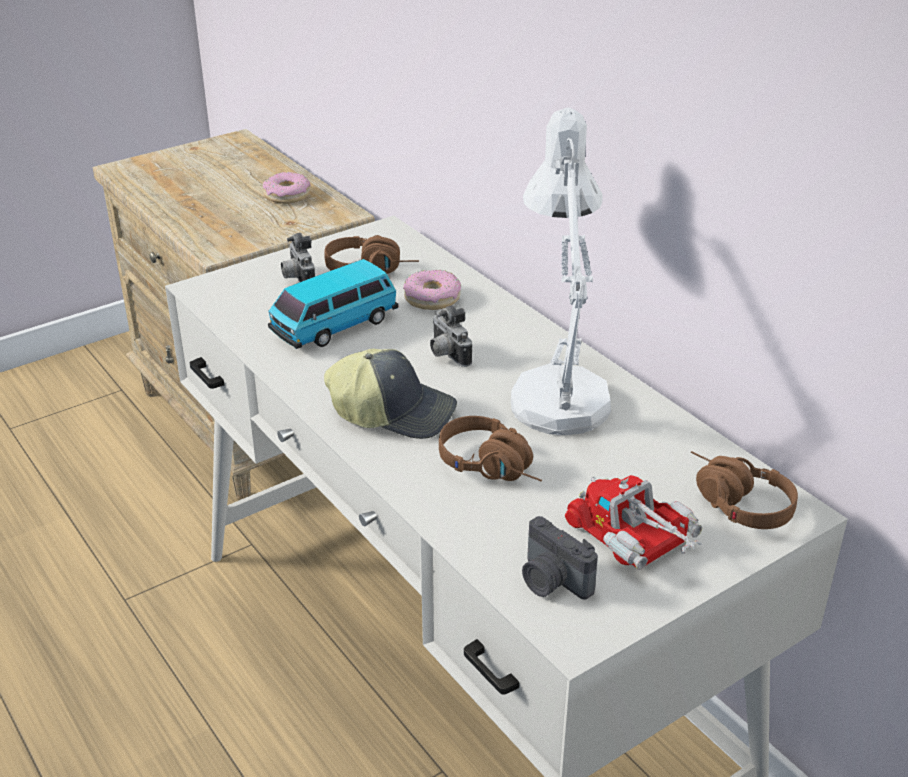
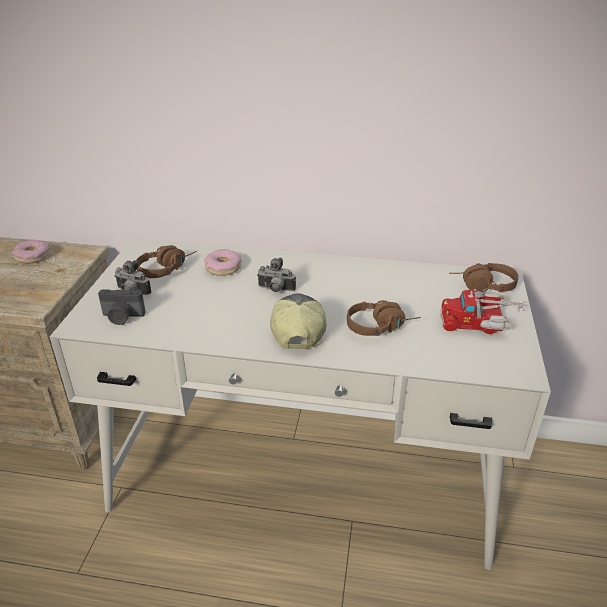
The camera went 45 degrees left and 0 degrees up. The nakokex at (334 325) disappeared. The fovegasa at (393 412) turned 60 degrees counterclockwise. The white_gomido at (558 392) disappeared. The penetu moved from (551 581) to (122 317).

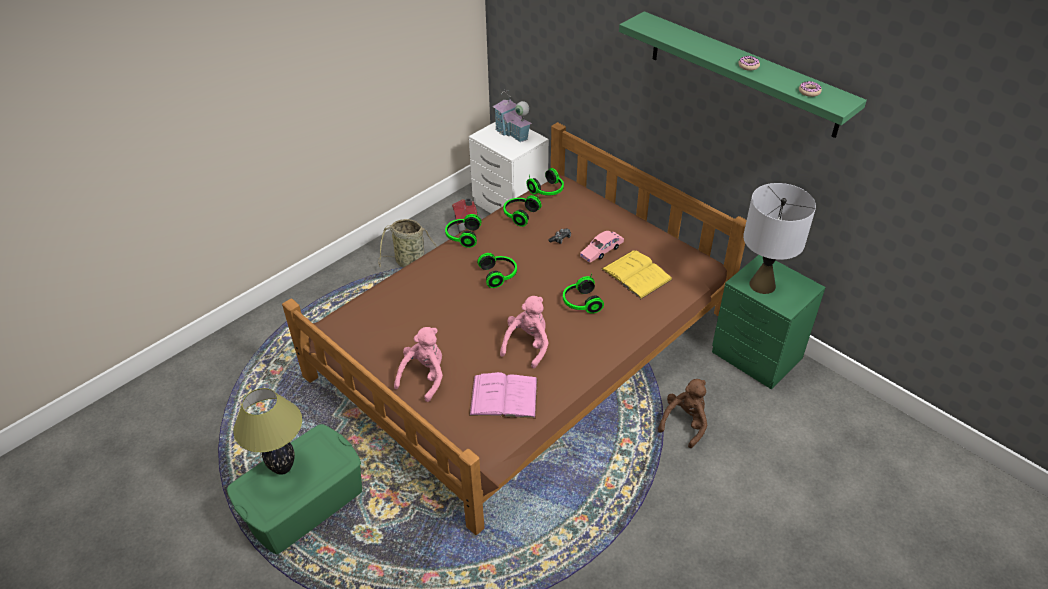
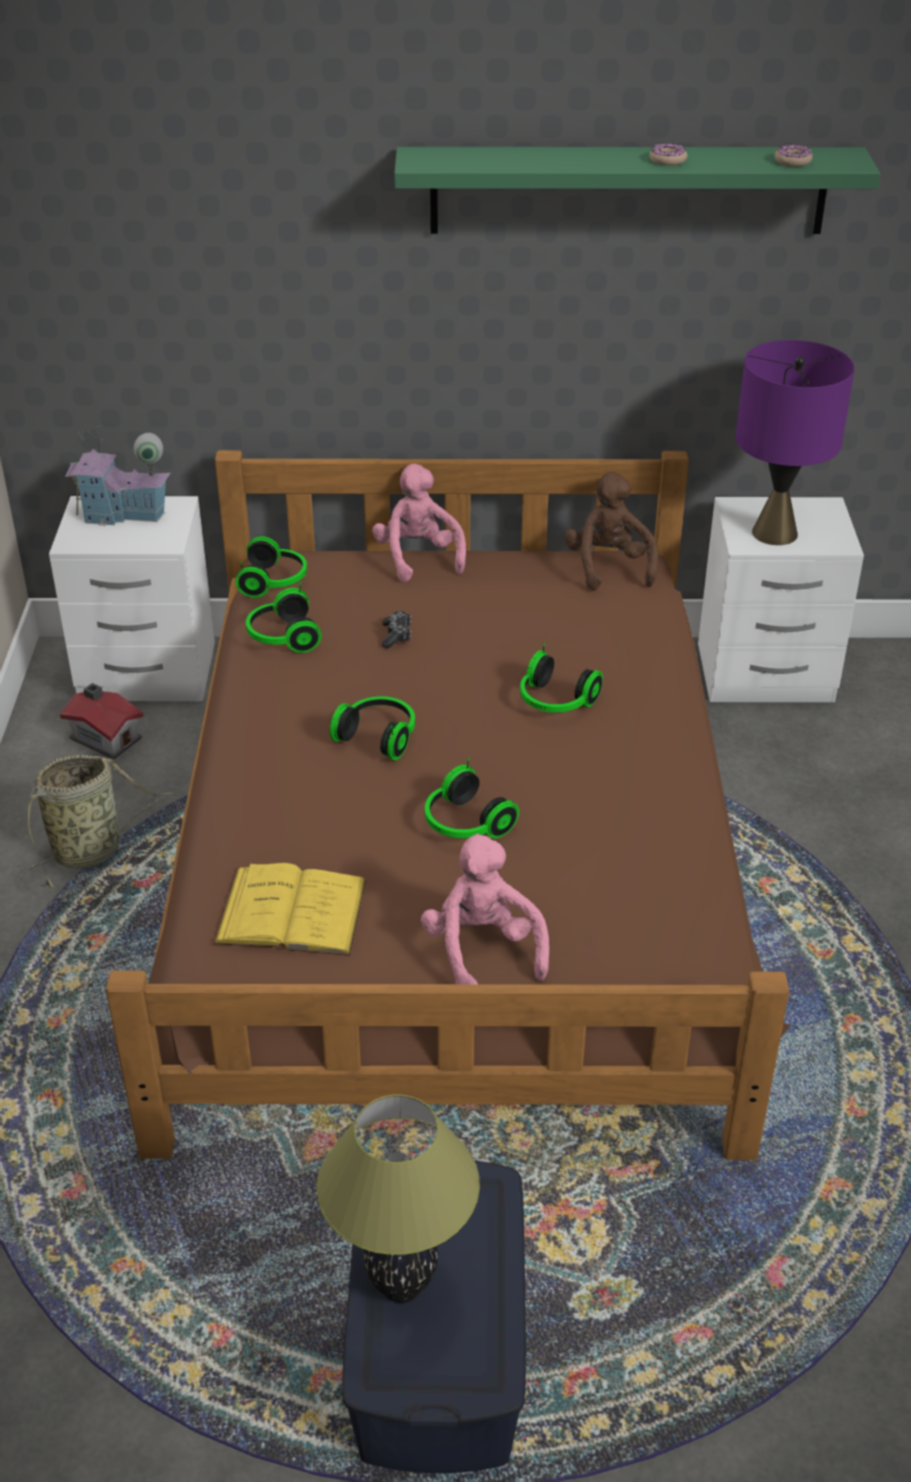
The camera went 45 degrees left and 5 degrees down. The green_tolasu at (303 504) became the blue_tolasu at (436 1348). The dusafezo moved from (462 237) to (464 824). The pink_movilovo at (504 397) disappeared. The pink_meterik moved from (528 345) to (418 558). The pink_nakokex at (601 251) disappeared. The yellow_movilovo moved from (636 274) to (291 912). The brown_meterik moved from (685 423) to (608 567). The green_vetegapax at (757 357) became the white_vetegapax at (768 674). The grey_gomido at (762 284) became the purple_gomido at (774 533).

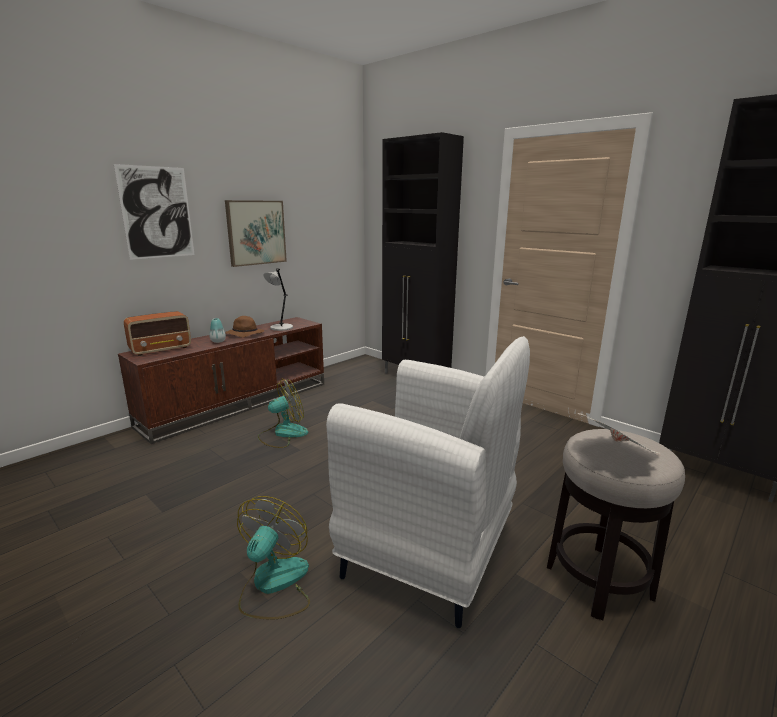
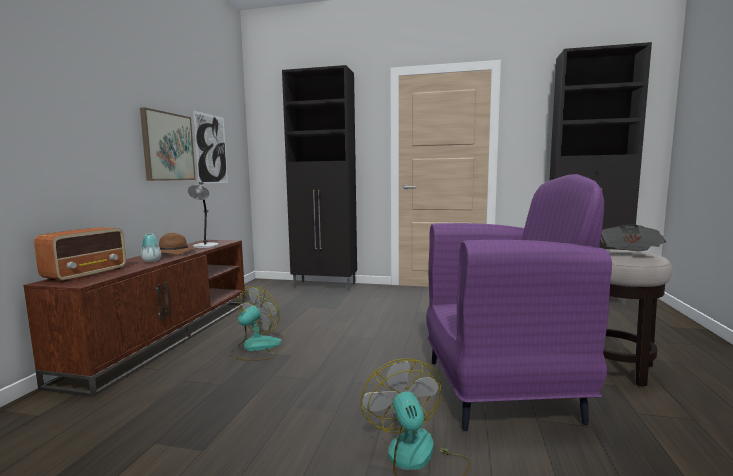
The camera went 30 degrees left and 10 degrees down. The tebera moved from (157 213) to (211 149). The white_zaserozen at (430 554) became the purple_zaserozen at (502 389).

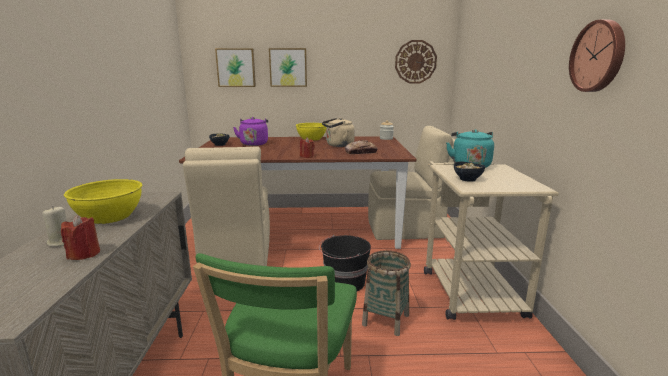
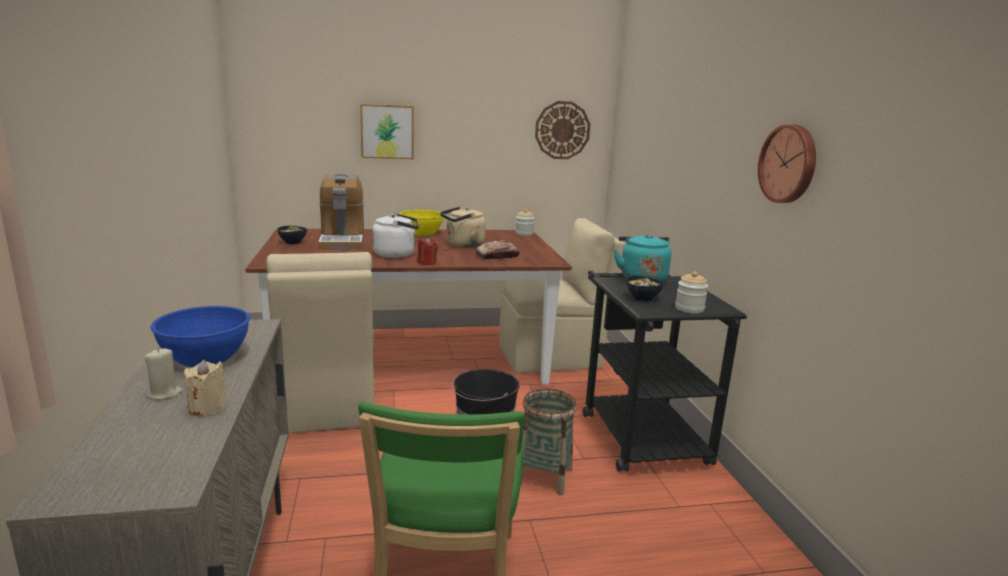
The camera went 10 degrees left and 0 degrees up. The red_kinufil at (84 254) became the beige_kinufil at (207 408). The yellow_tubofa at (109 217) became the blue_tubofa at (205 357). The tebera at (236 67) disappeared. The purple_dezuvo at (254 143) was replaced by the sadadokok at (342 241). The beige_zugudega at (468 288) became the black_zugudega at (638 432). The white_dezuvo at (397 254) appeared. The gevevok at (689 309) appeared.

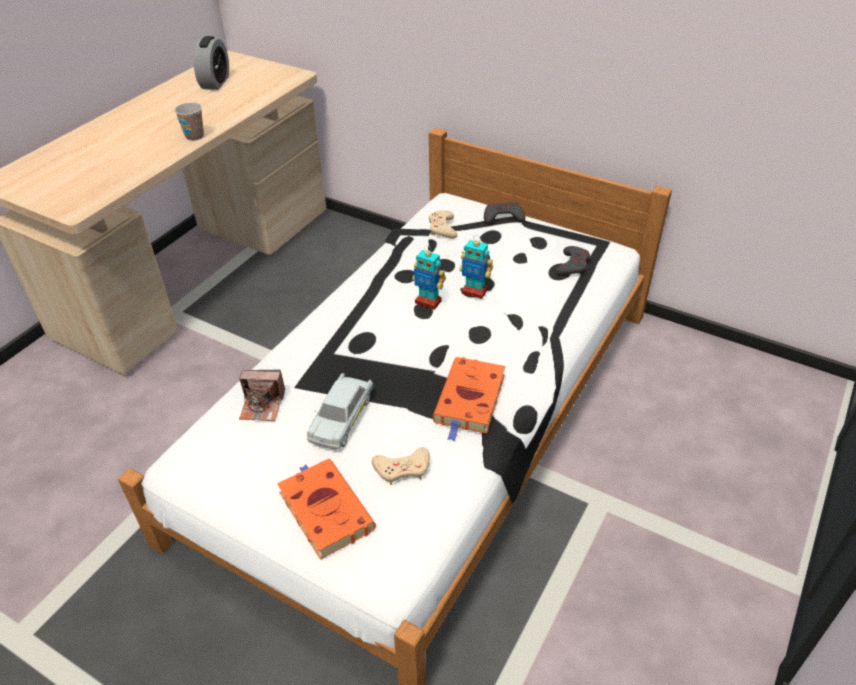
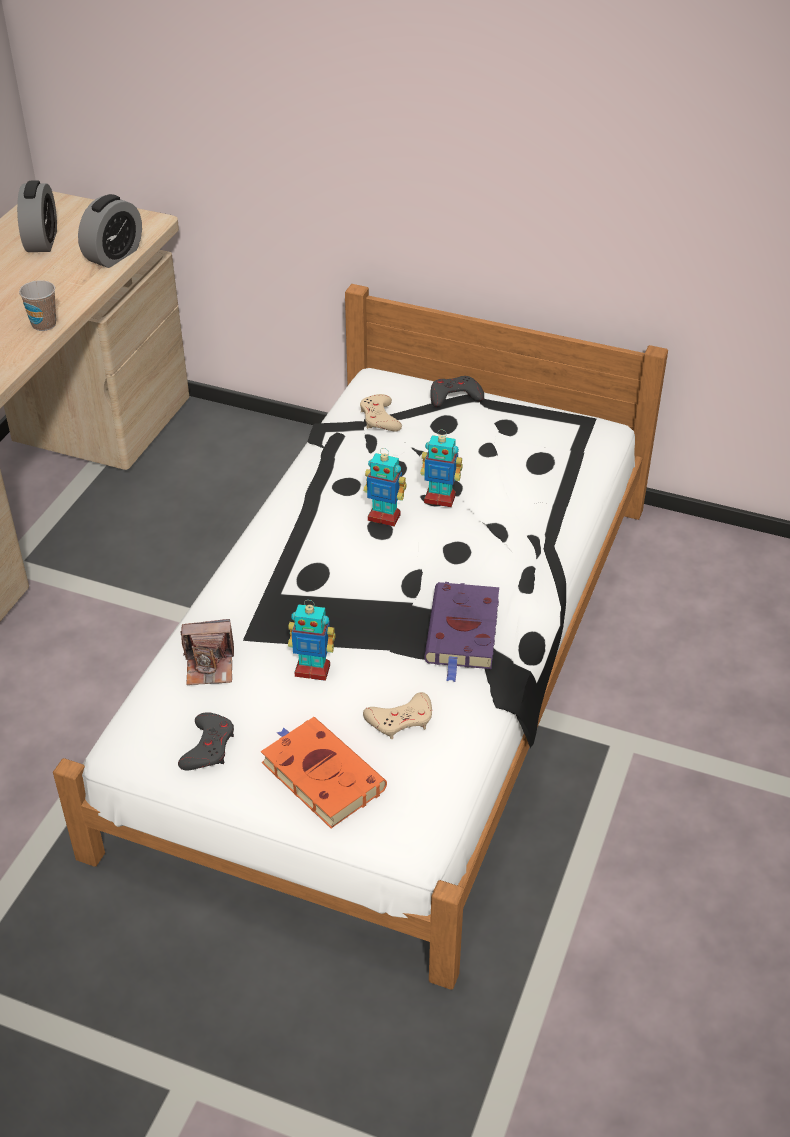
The camera went 10 degrees left and 0 degrees up. The white_nakokex at (342 418) was replaced by the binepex at (312 670). The orange_movilovo at (469 401) became the purple_movilovo at (463 633). The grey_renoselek moved from (572 265) to (208 747). The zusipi at (114 255) appeared.

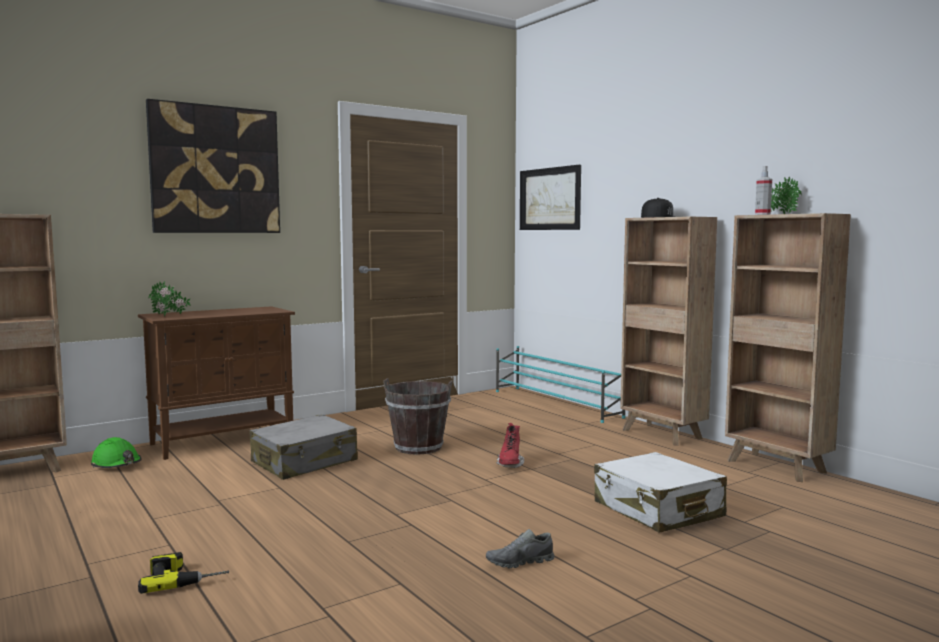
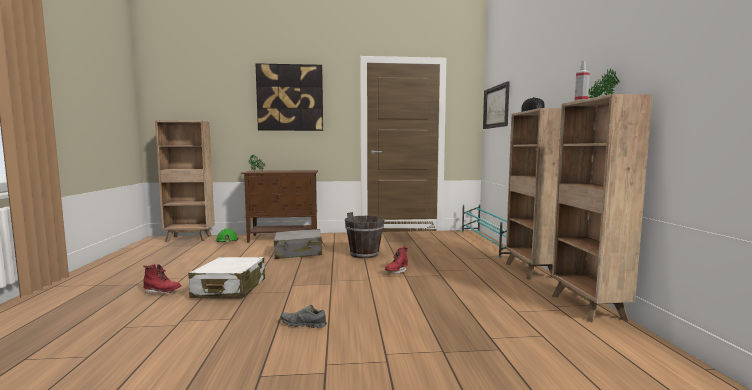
The camera went 30 degrees right and 0 degrees up. The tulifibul at (185 577) was replaced by the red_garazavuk at (162 292). The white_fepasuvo moved from (657 510) to (229 289).

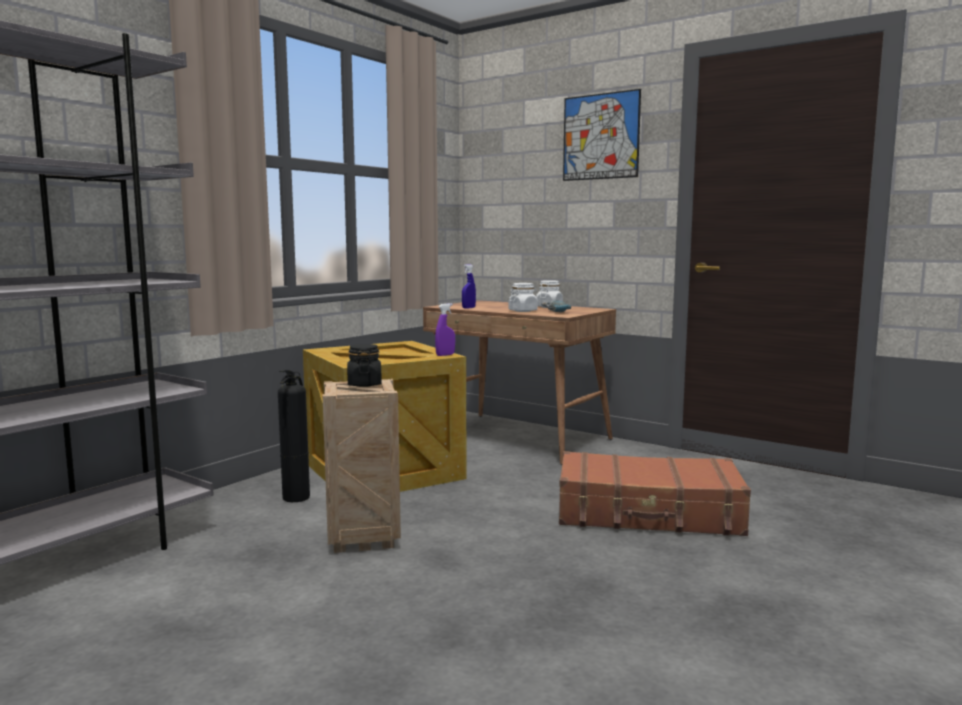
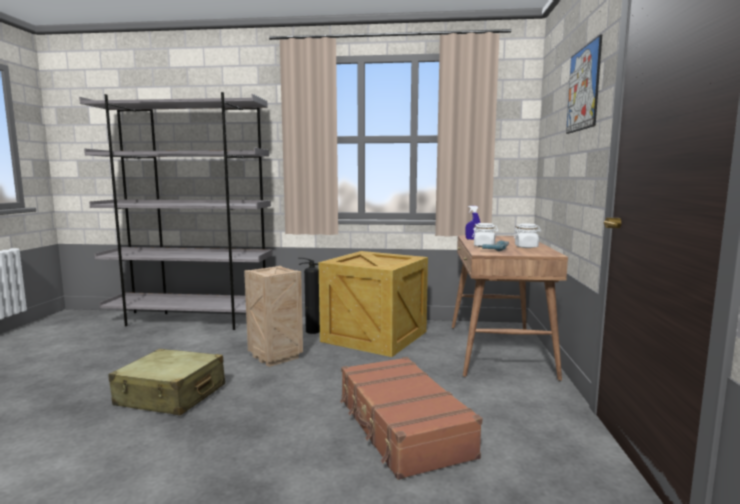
The camera went 60 degrees right and 0 degrees up. The black_gevevok at (364 384) disappeared. The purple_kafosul at (445 355) disappeared. The beige_fepasuvo at (171 396) appeared.

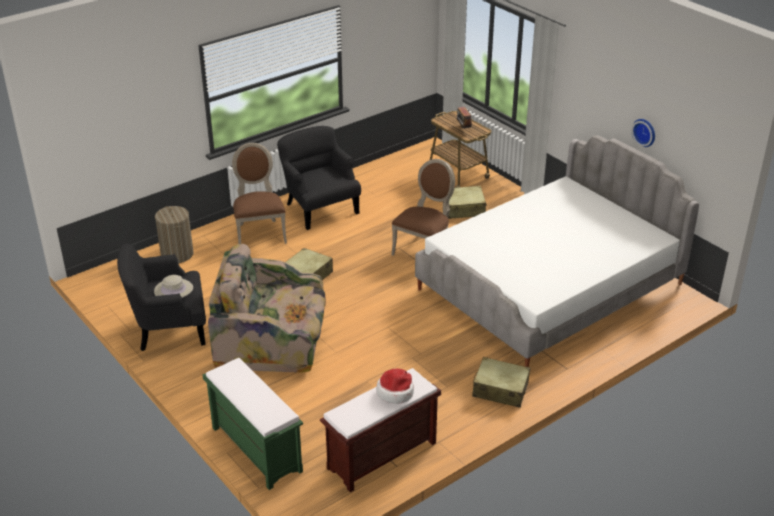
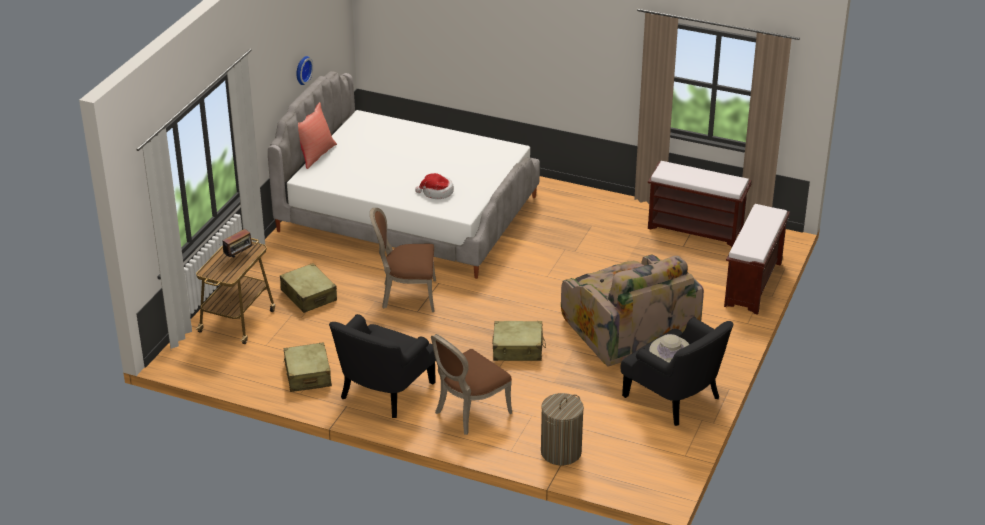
The camera went 120 degrees left and 0 degrees up. The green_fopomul at (255 449) became the brown_fopomul at (753 285). The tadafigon moved from (395 392) to (437 192). The beige_fepasuvo moved from (500 389) to (308 375). The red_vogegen at (315 155) appeared.

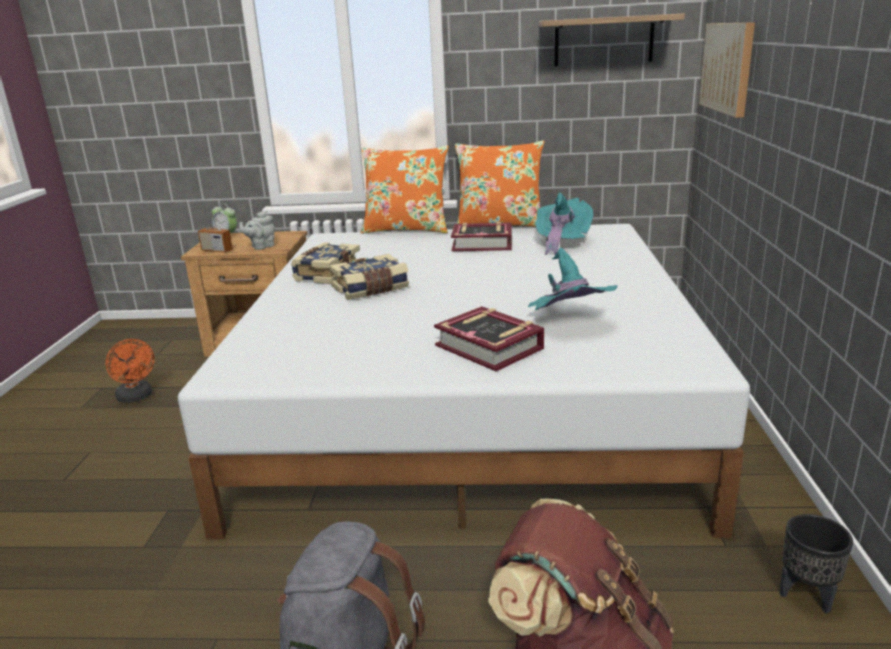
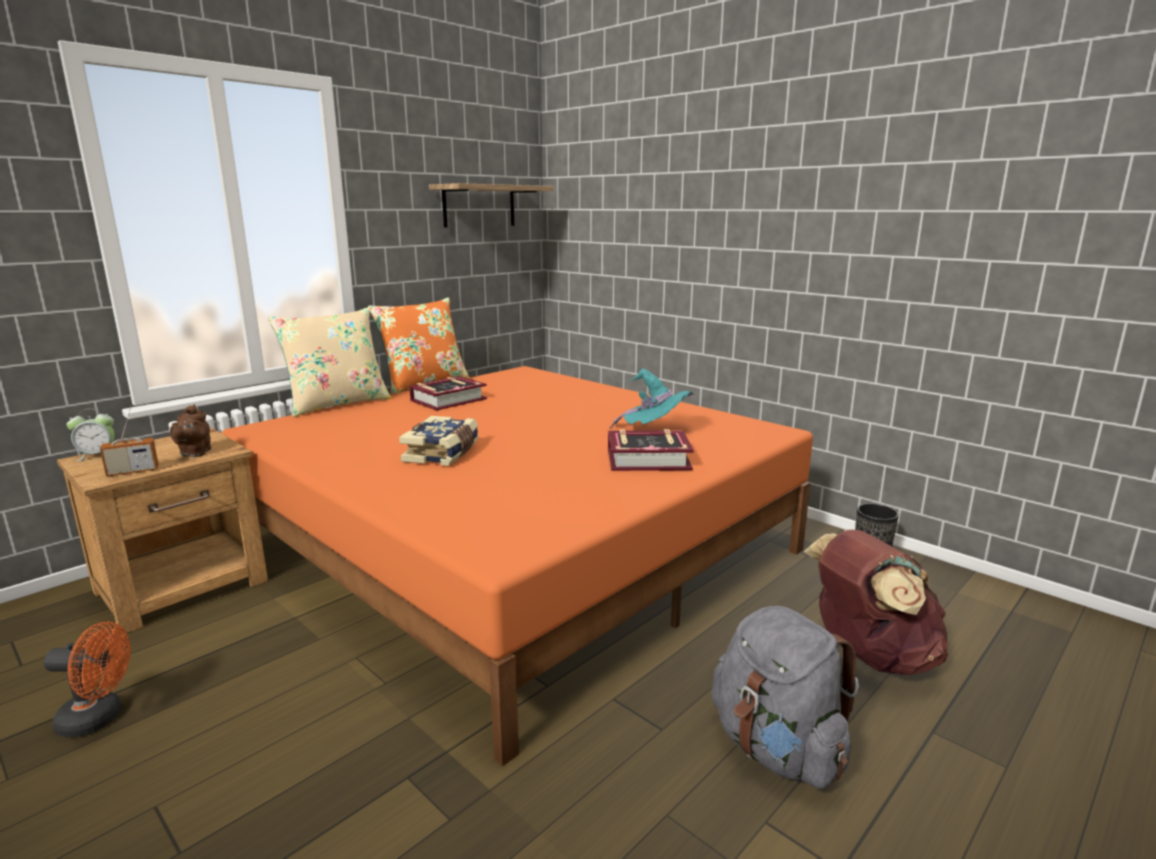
The camera went 50 degrees left and 5 degrees down. The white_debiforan at (469 400) became the orange_debiforan at (519 547). The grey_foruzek at (261 247) became the brown_foruzek at (194 453). The movilovo at (327 274) disappeared. The orange_vogegen at (406 229) became the beige_vogegen at (337 404). The turquoise_tadafigon at (561 243) disappeared. The tebera at (728 67) disappeared.

